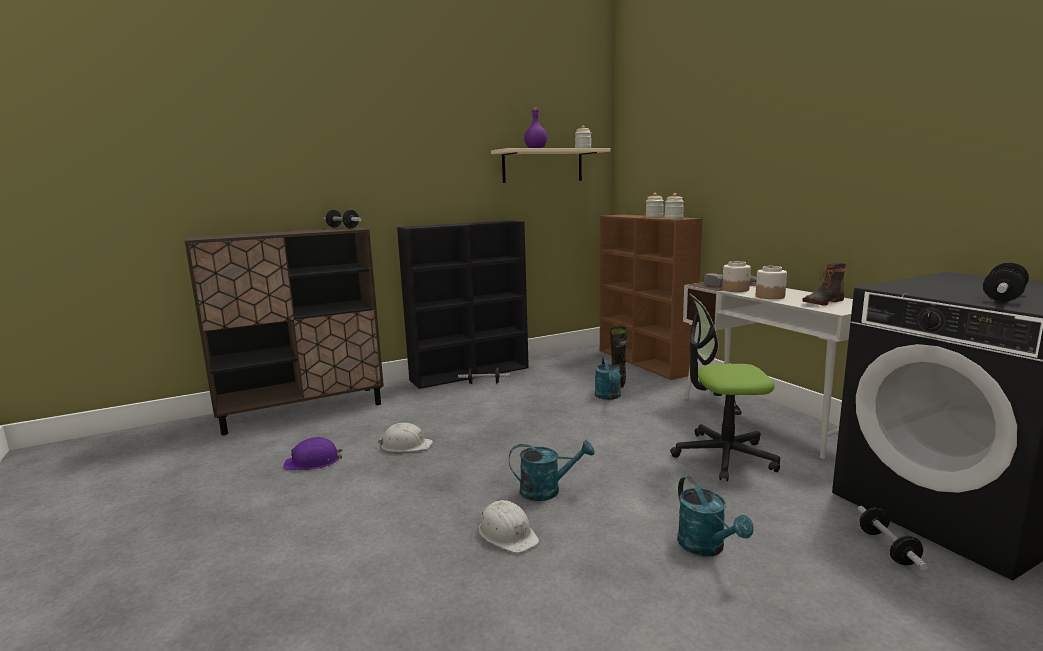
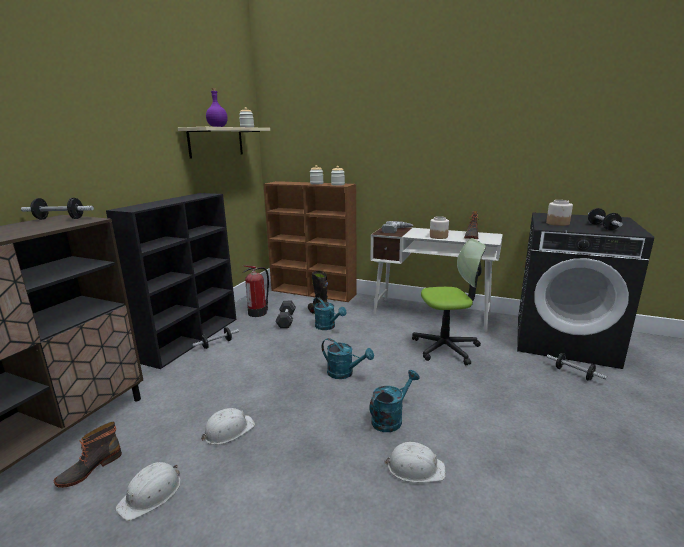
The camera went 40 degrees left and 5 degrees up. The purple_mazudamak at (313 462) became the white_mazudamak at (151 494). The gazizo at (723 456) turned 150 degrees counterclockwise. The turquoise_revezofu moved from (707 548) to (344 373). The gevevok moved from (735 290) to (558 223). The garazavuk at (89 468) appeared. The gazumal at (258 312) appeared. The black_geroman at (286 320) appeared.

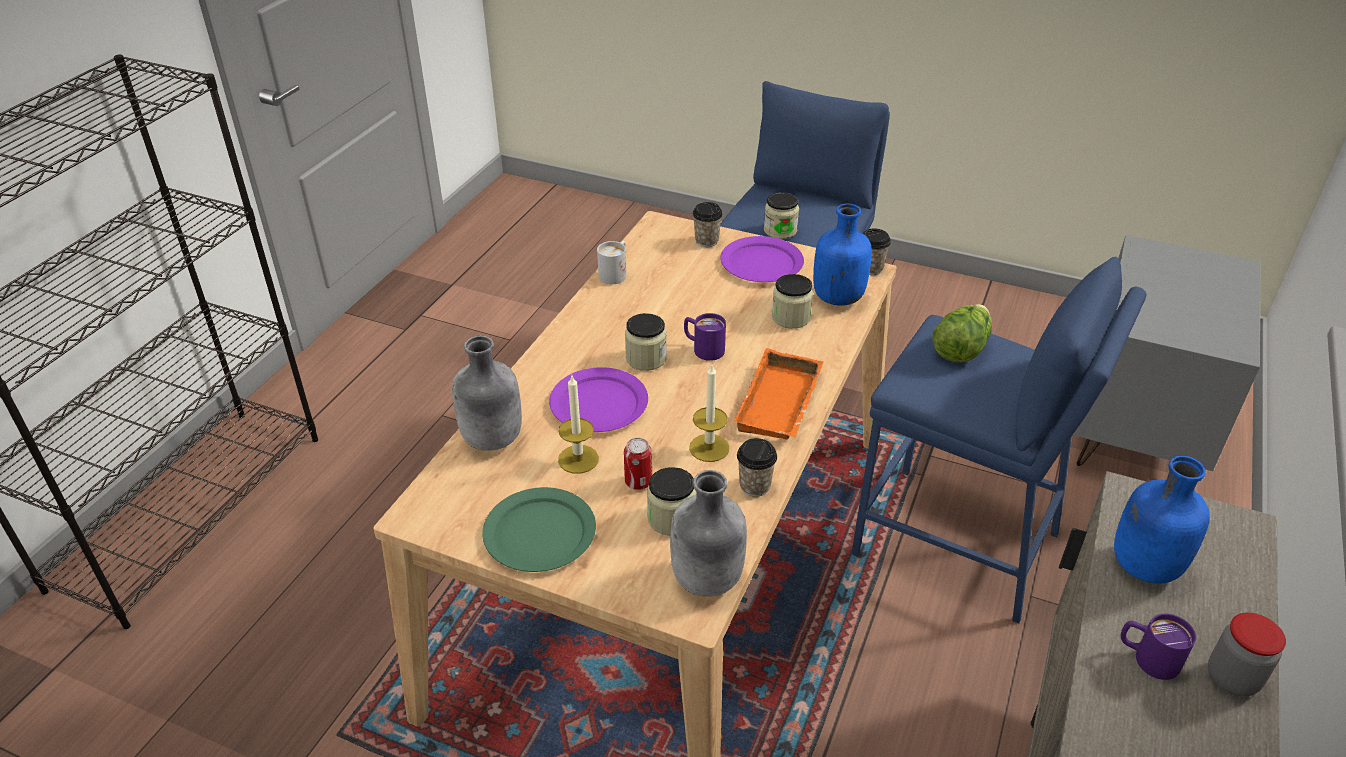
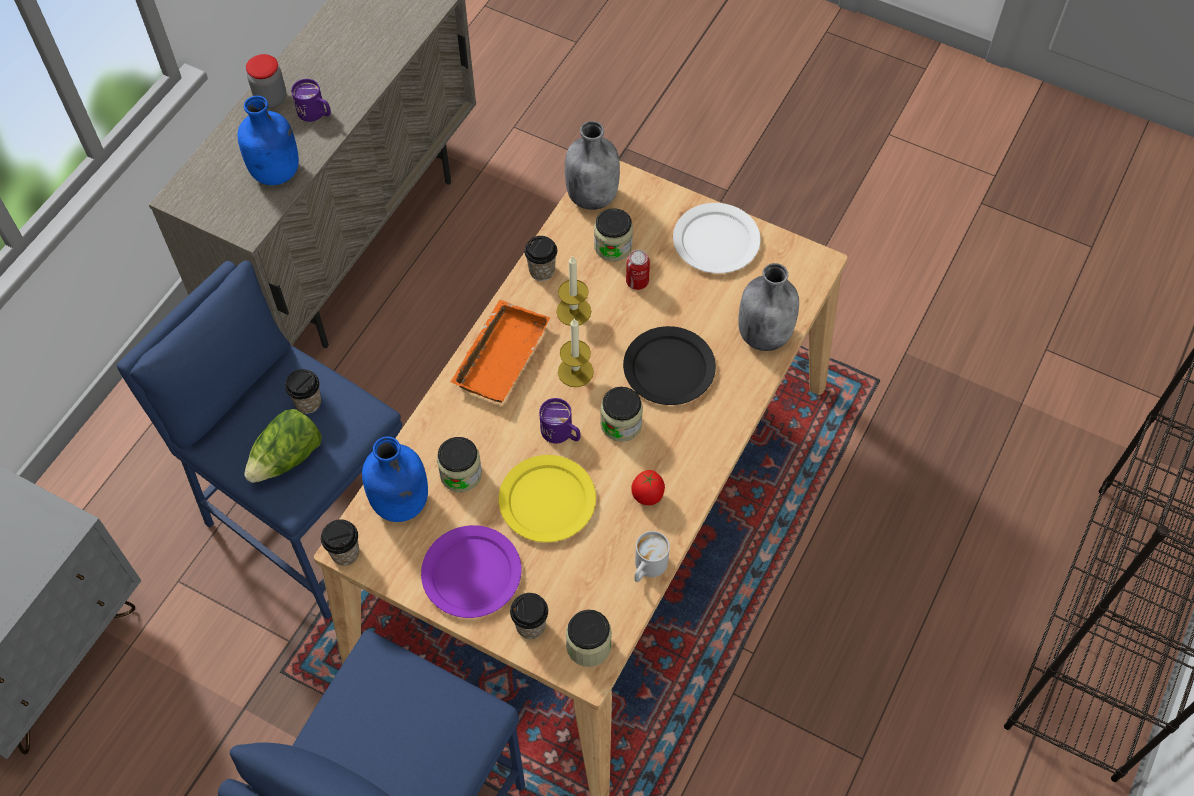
The camera went 175 degrees left and 20 degrees up. The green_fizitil at (541 533) became the white_fizitil at (715 241). The purple_fizitil at (599 403) became the black_fizitil at (668 369). The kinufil moved from (578 459) to (575 371). The gevevok moved from (780 230) to (588 646). The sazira at (308 403) appeared. The yellow_fizitil at (547 500) appeared. The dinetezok at (647 497) appeared.

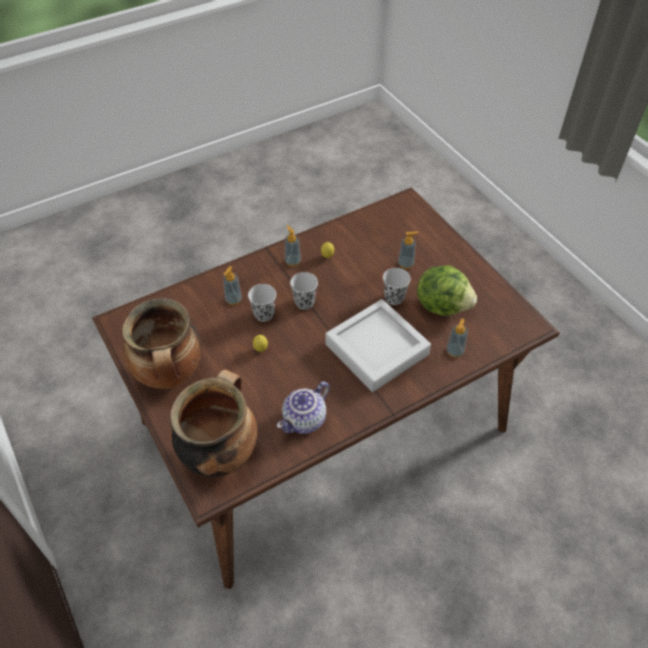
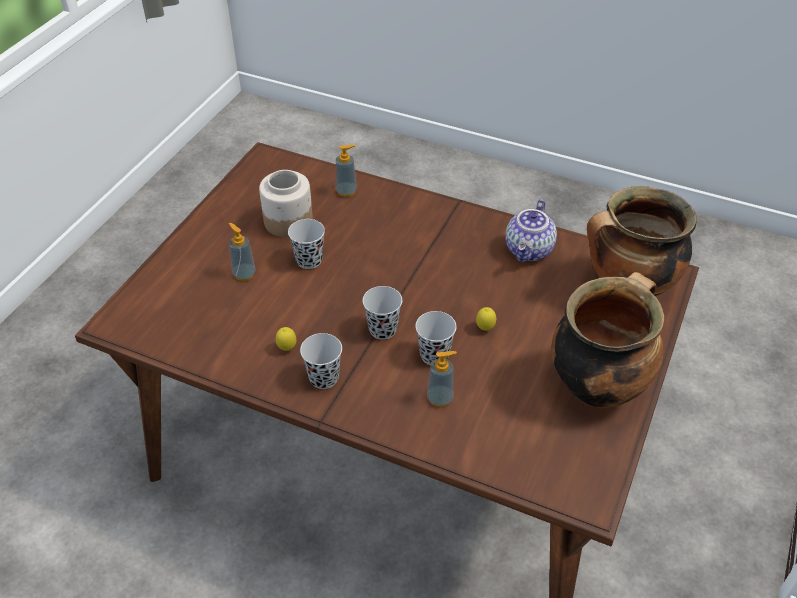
The camera went 125 degrees left and 5 degrees down. The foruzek at (305 421) turned 105 degrees clockwise. The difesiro at (292 261) was replaced by the black_sazira at (324 378). The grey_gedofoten at (376 349) disappeared. The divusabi at (442 305) was replaced by the gevevok at (288 222).

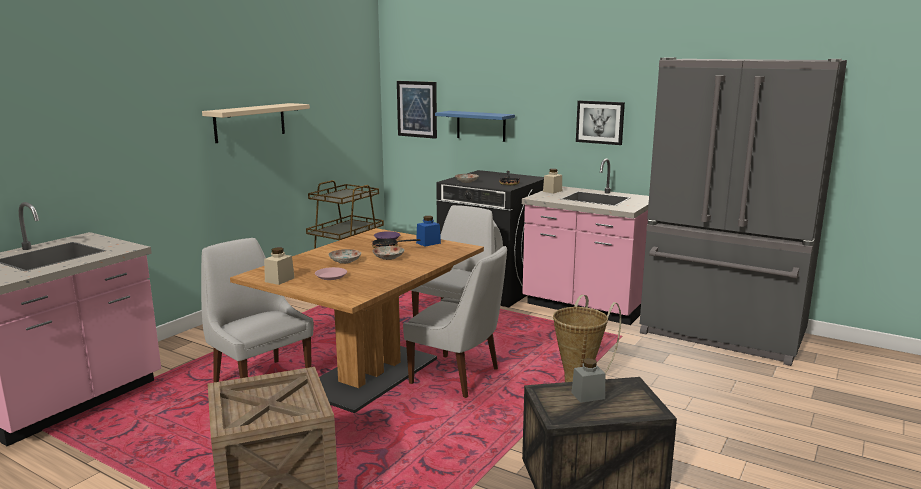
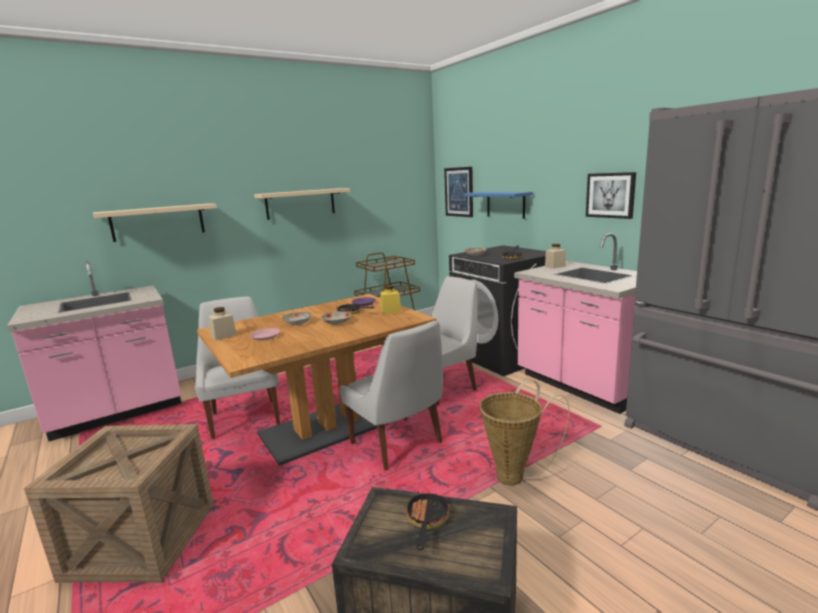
The camera went 25 degrees right and 0 degrees up. The blue_gevevok at (428 243) became the yellow_gevevok at (391 311). The grey_gevevok at (588 395) was replaced by the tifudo at (426 521). The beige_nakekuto at (158 222) appeared.

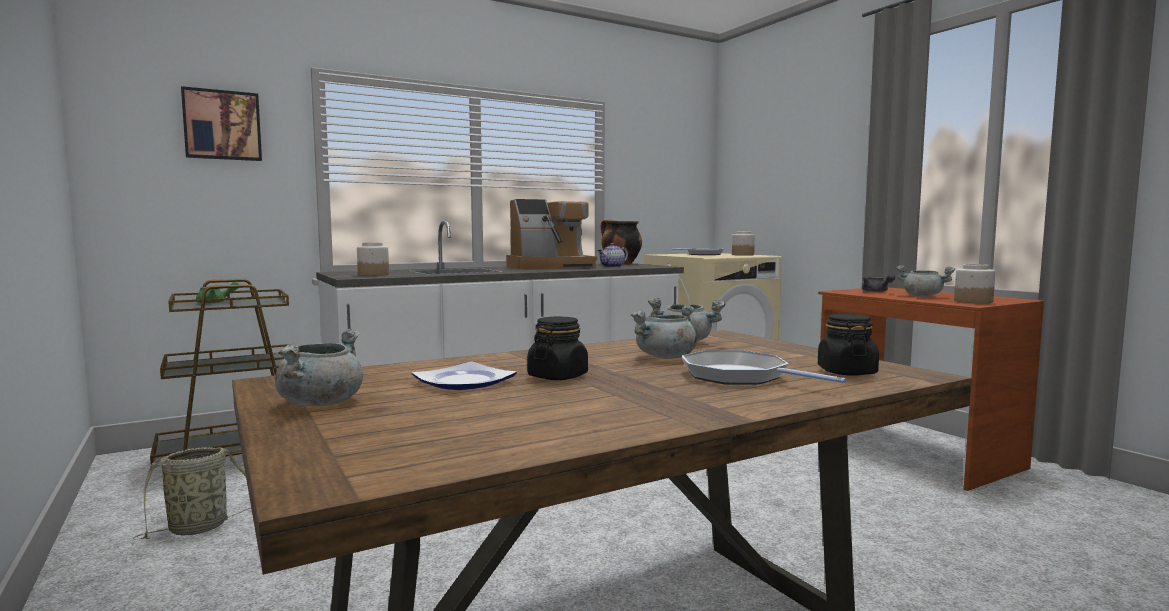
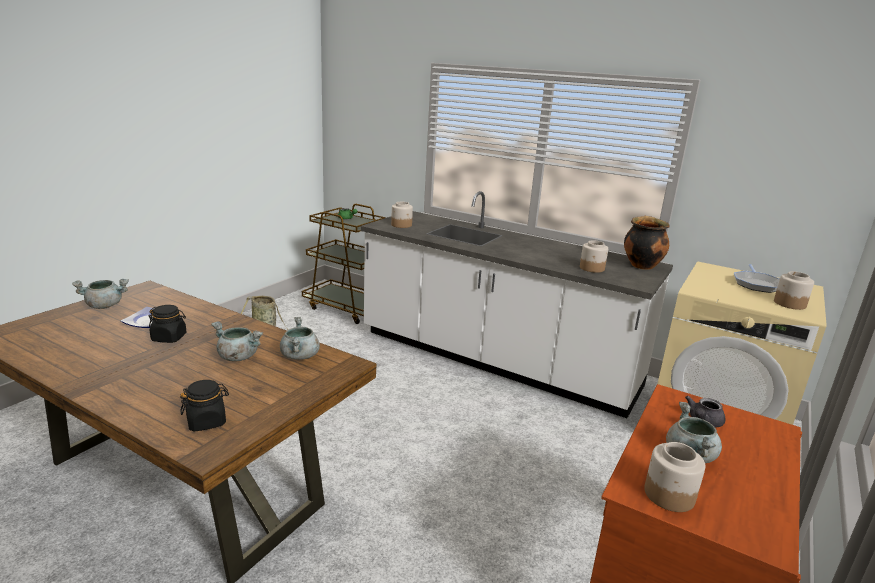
The camera went 60 degrees right and 15 degrees up. The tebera at (222 125) disappeared. The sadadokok at (551 267) disappeared. The foruzek at (612 267) was replaced by the gevevok at (592 268). The tifudo at (740 376) disappeared.

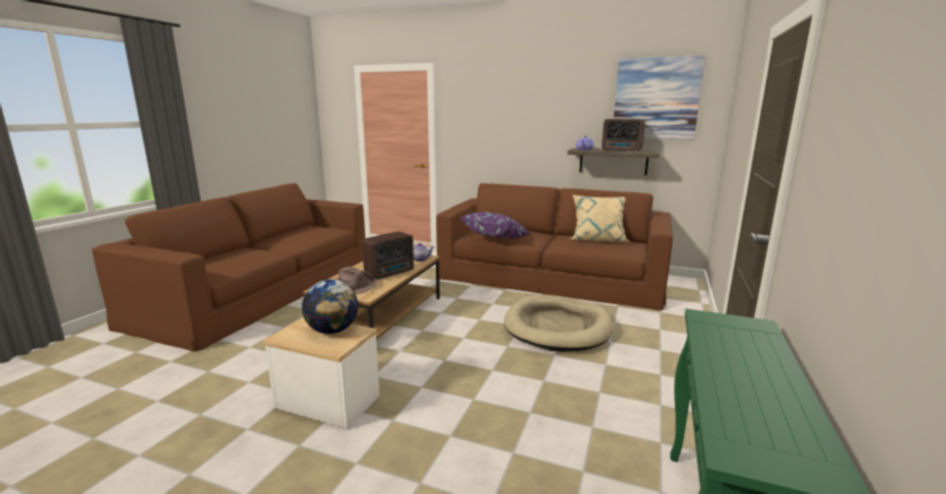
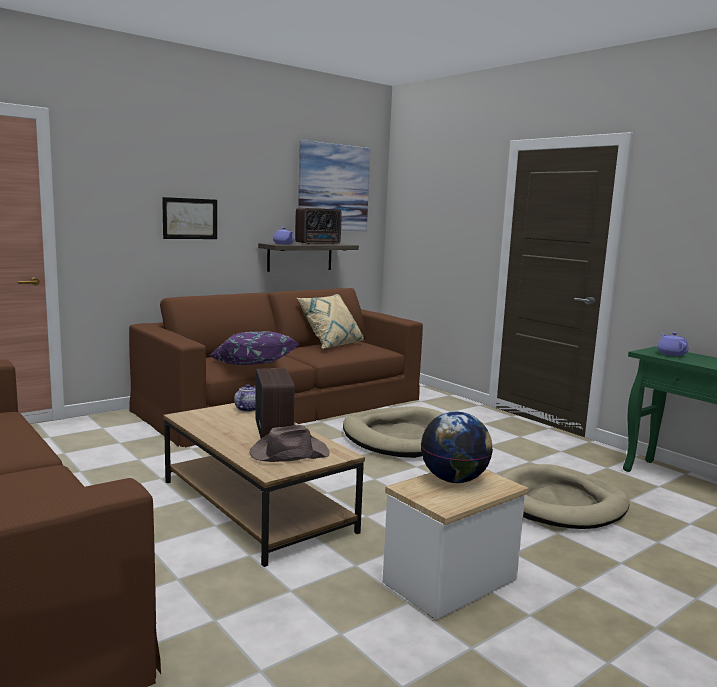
The camera went 60 degrees left and 5 degrees down. The tebera at (190 218) appeared. The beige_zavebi at (559 503) appeared. The purple_foruzek at (671 354) appeared.

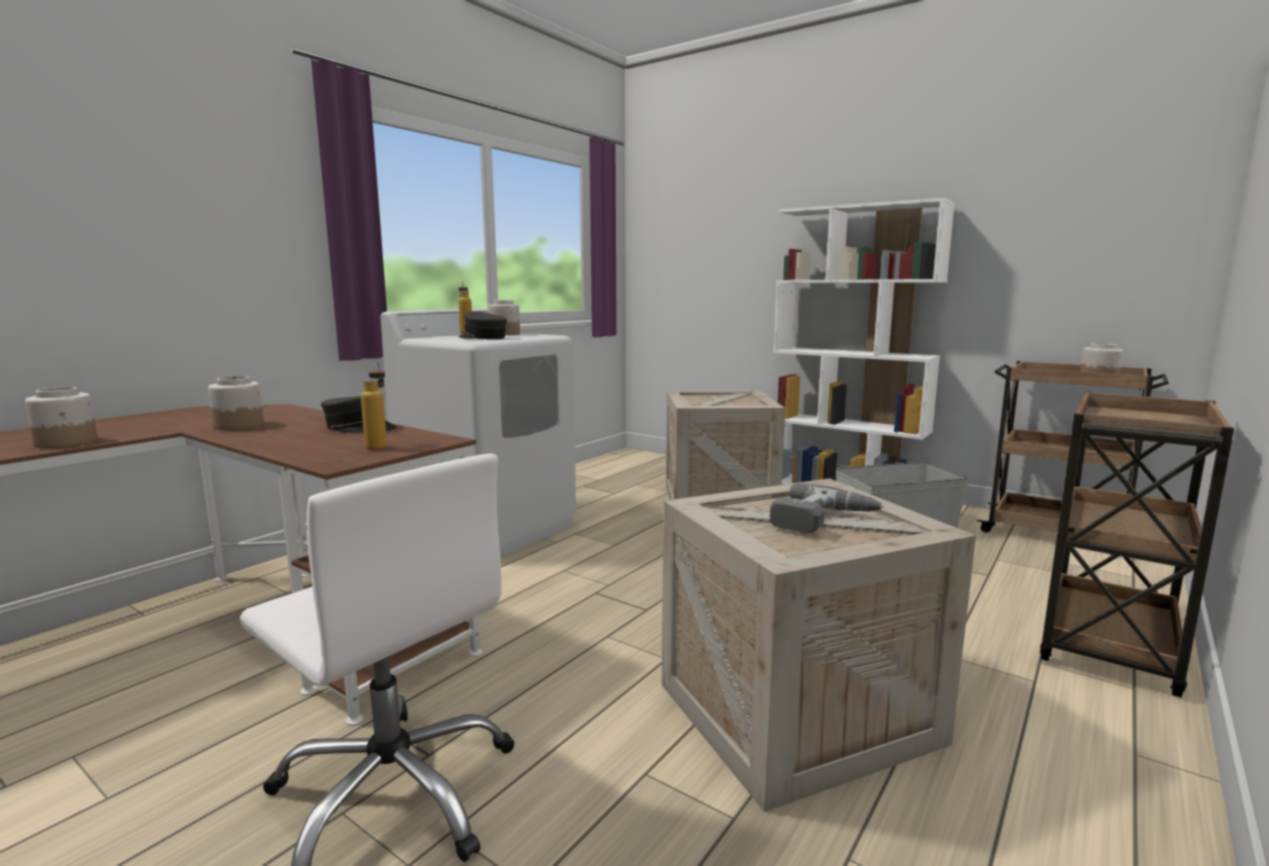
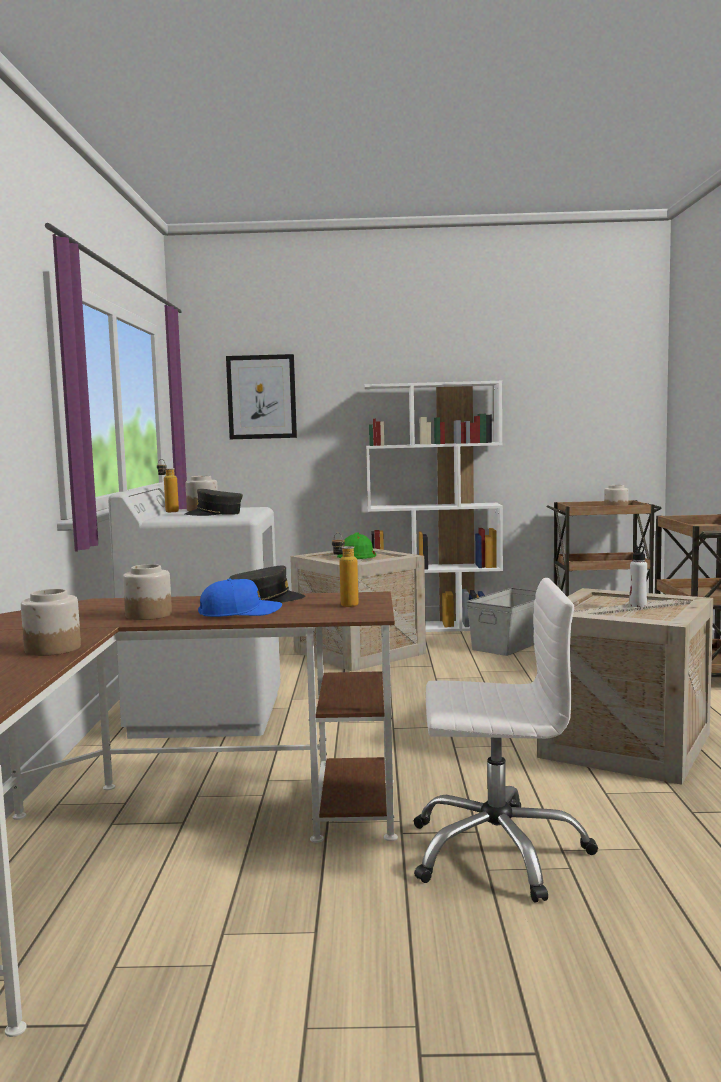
The camera went 35 degrees left and 5 degrees down. The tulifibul at (824 520) was replaced by the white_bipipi at (638 605). The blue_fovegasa at (240 612) appeared. The tebera at (261 397) appeared. The green_mazudamak at (357 555) appeared.

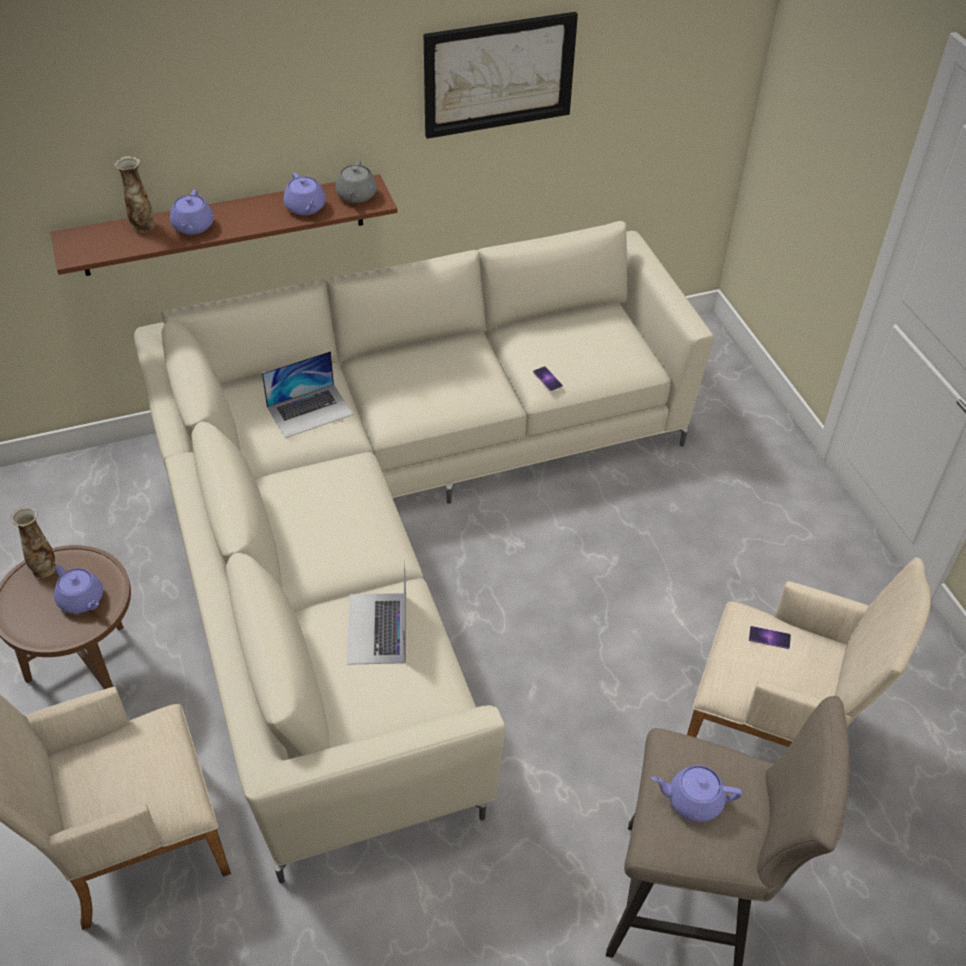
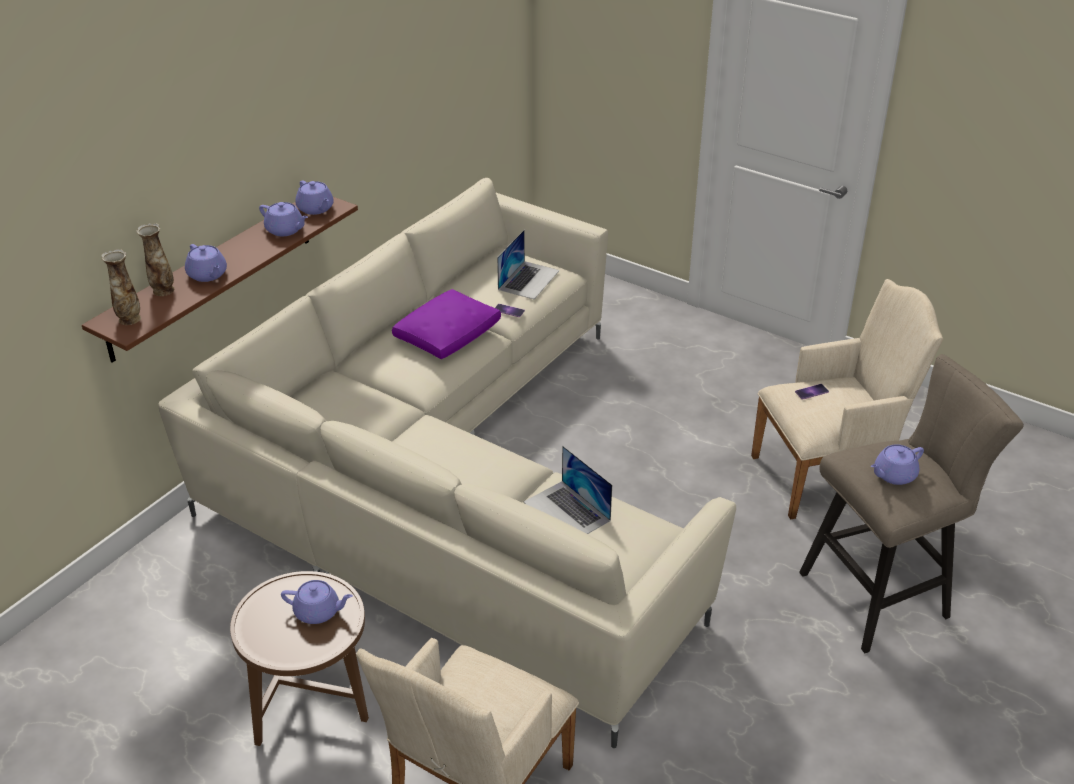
The camera went 35 degrees left and 10 degrees down. The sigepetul moved from (44 568) to (129 319). The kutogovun moved from (310 410) to (529 280). The grey_foruzek at (356 196) became the purple_foruzek at (315 209). The tebera at (498 74) disappeared. The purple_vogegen at (448 335) appeared.

